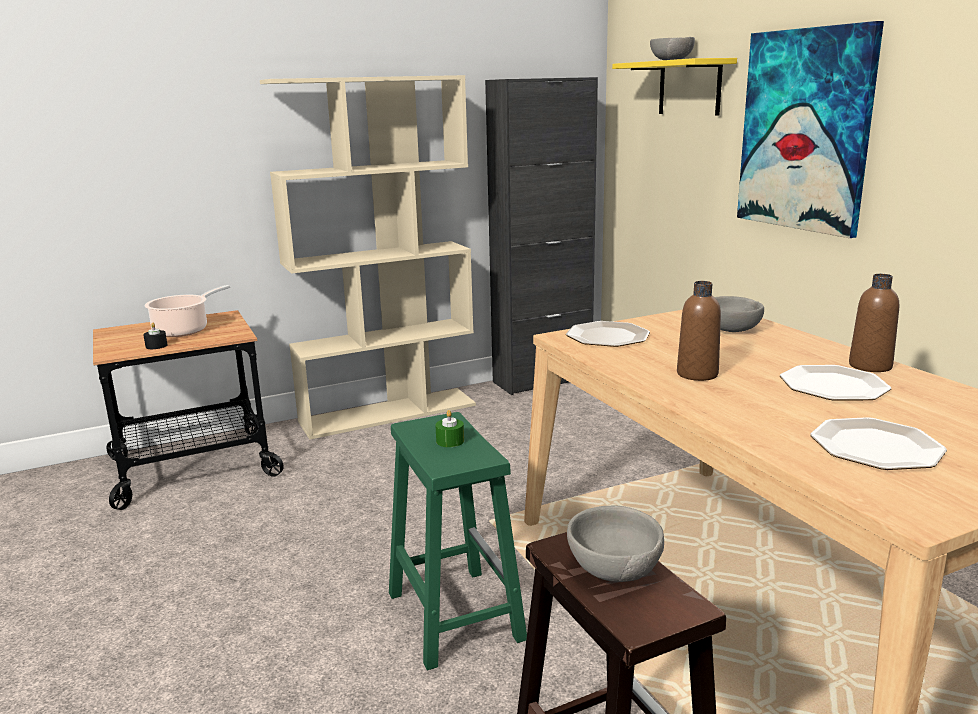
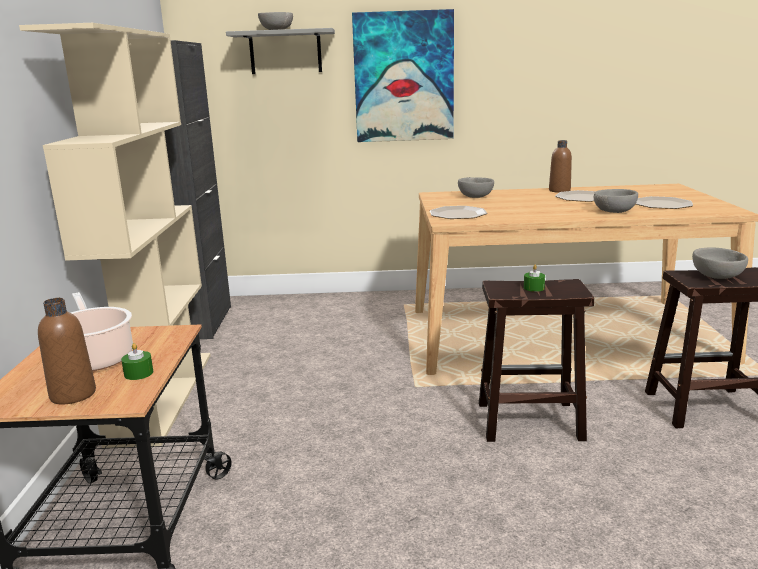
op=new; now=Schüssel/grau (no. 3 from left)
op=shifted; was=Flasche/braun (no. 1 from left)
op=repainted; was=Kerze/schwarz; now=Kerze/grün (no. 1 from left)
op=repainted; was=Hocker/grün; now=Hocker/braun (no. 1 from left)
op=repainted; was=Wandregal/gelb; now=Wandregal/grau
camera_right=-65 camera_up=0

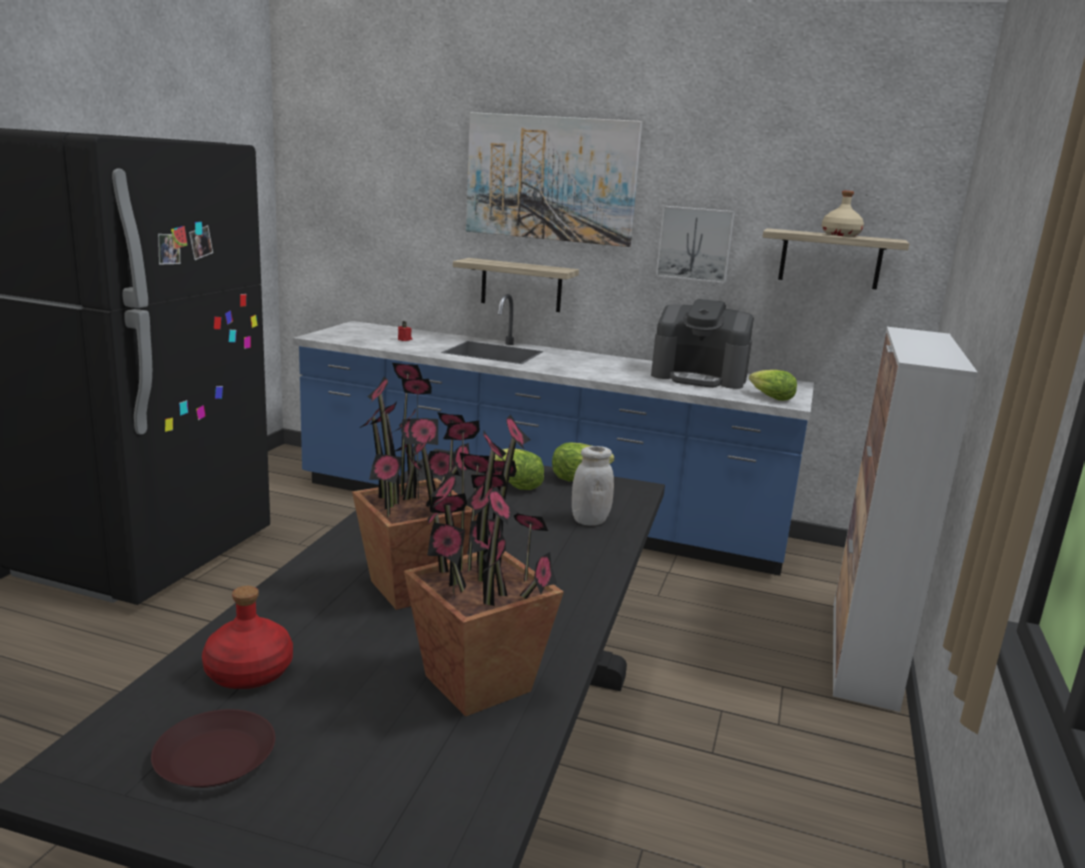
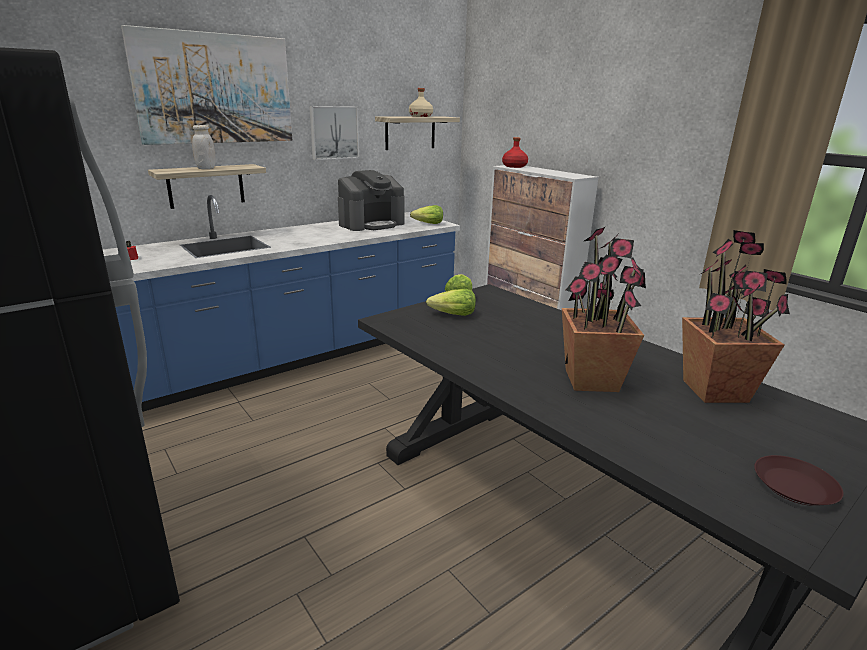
op=shifted; was=Flasche/rot
op=shifted; was=Vorratsglas/weiß
camera_right=-55 camera_up=5

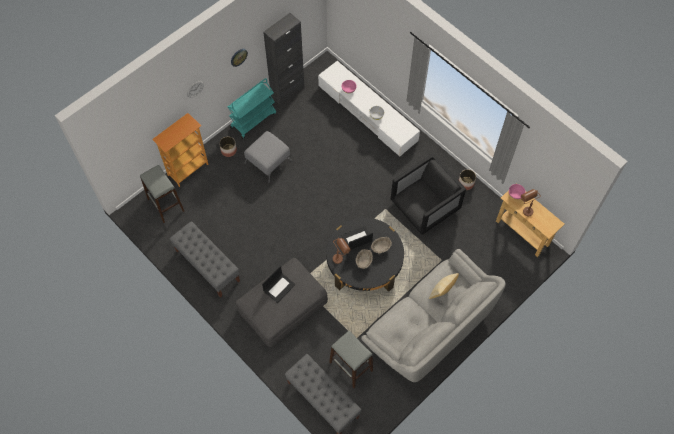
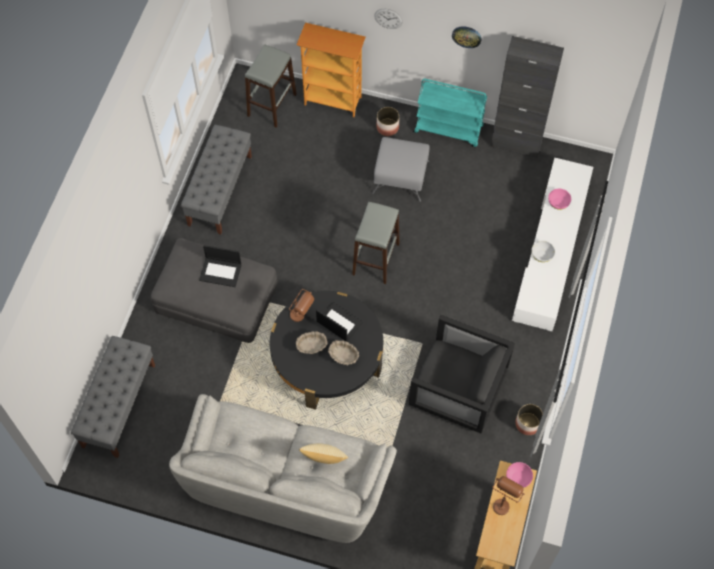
op=shifted; was=Hocker/grau (no. 2 from left)
camera_right=60 camera_up=0

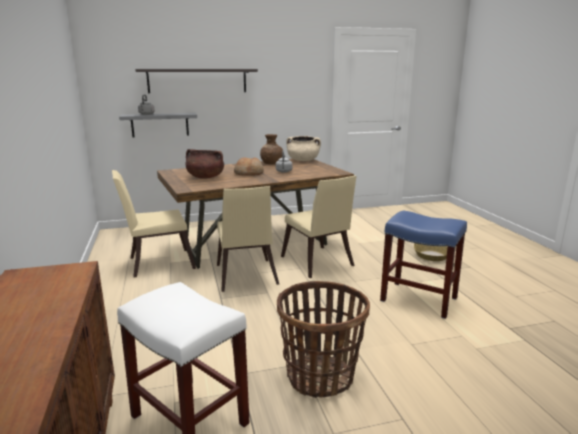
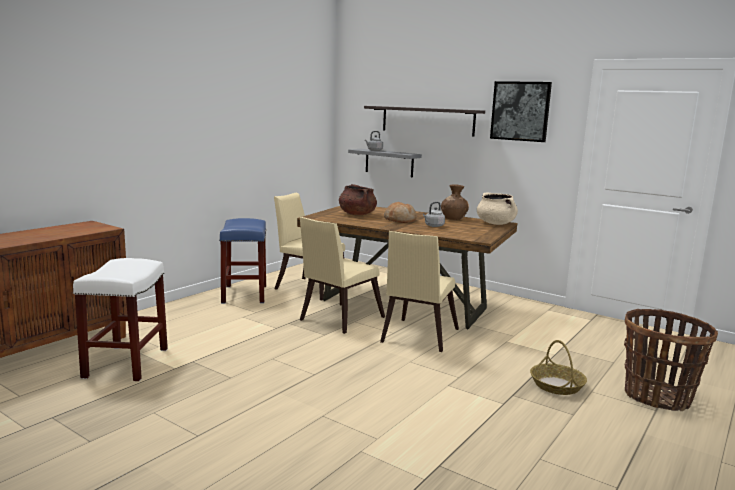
op=new; now=Bild
op=shifted; was=Korb (no. 1 from left in the first image); now=Korb (no. 2 from left)
op=shifted; was=Hocker/blau
camera_right=50 camera_up=-5

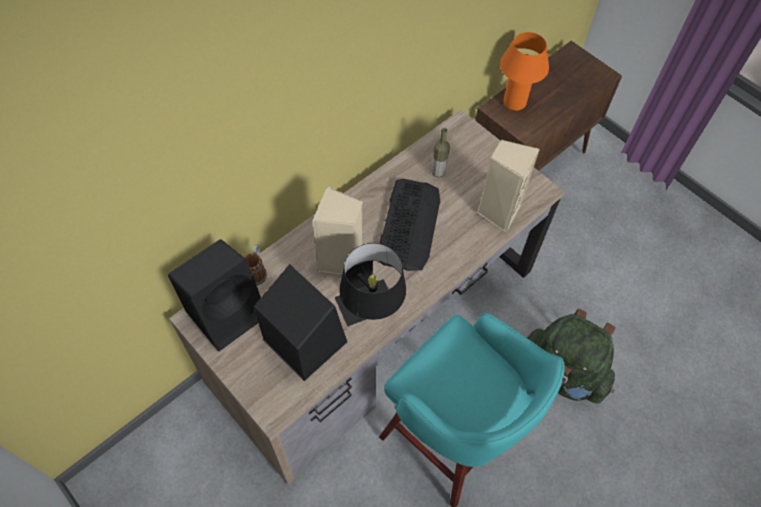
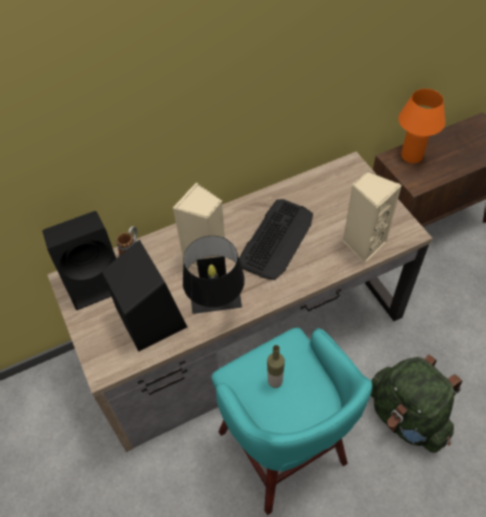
op=shifted; was=Flasche
camera_right=20 camera_up=-5

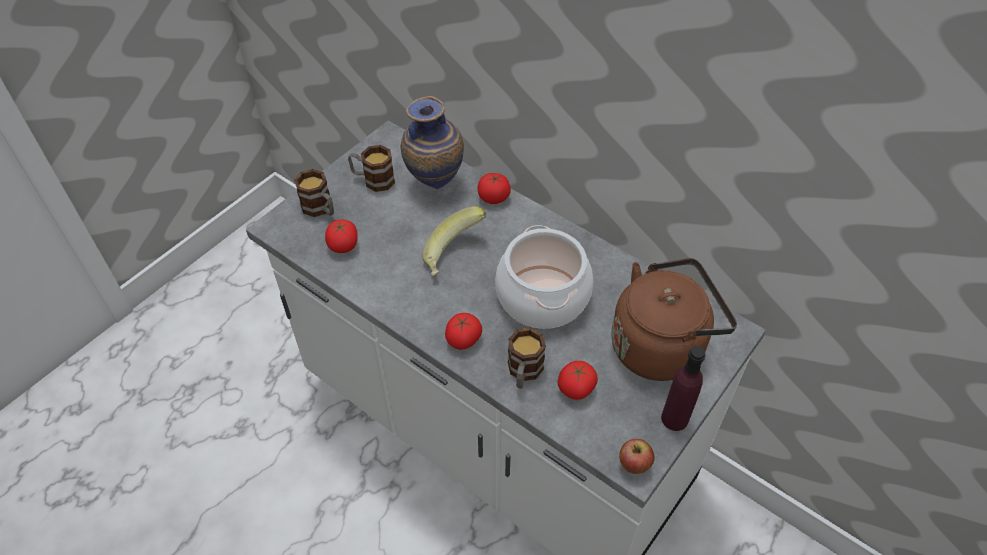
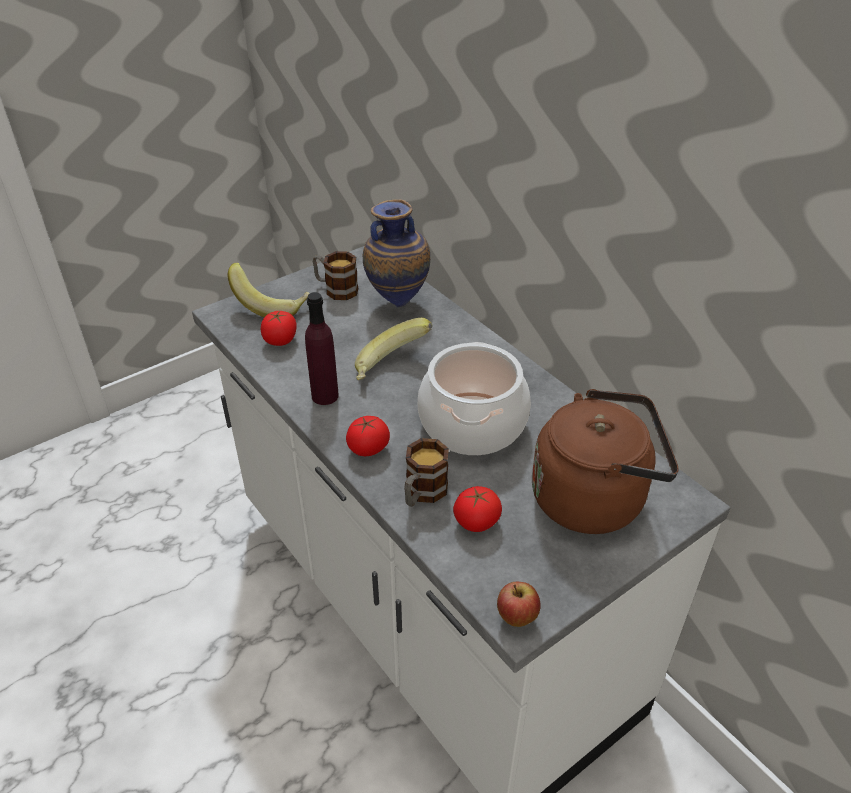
op=gone; was=Tomate (no. 3 from left)
op=shifted; was=Flasche/lila
op=swapped; was=Henkelbecher (no. 1 from left); now=Banane (no. 1 from left)
camera_right=15 camera_up=-10

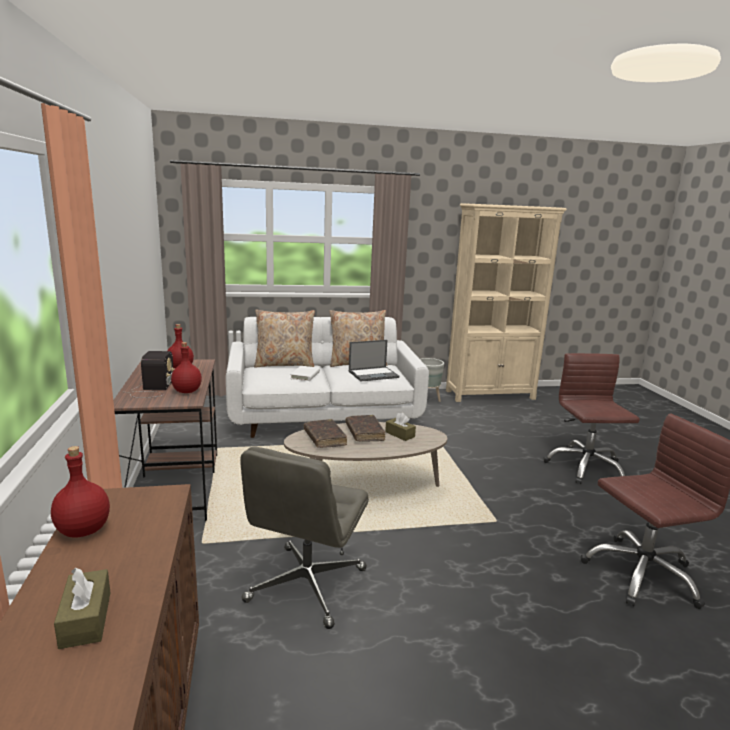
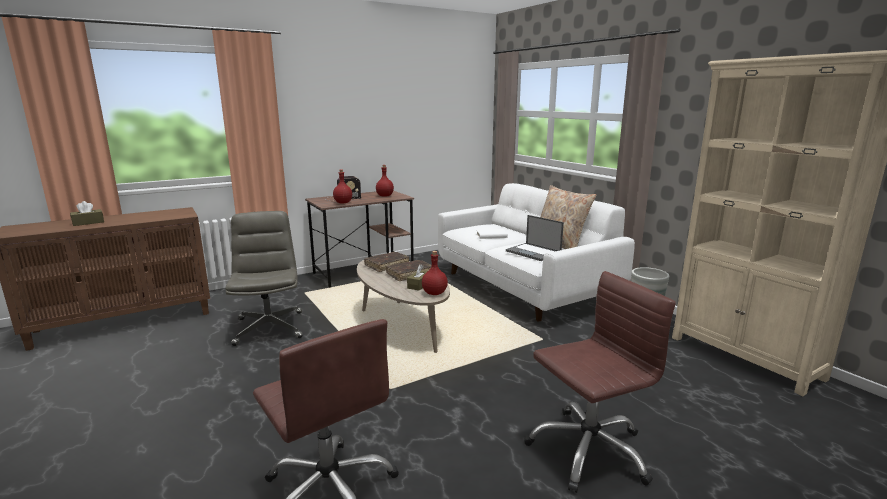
op=gone; was=Kissen/beige (no. 1 from left)
op=shifted; was=Flasche/rot (no. 1 from left in the first image); now=Flasche/rot (no. 3 from left)
op=rotated; was=Bürostuhl/grau; clockwise=75
camera_right=70 camera_up=0

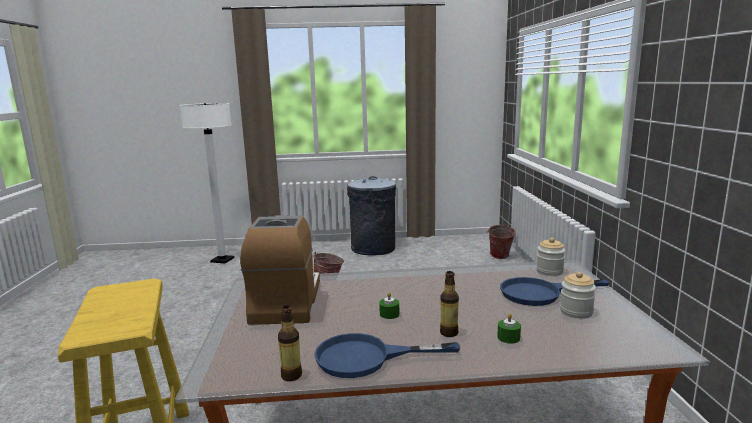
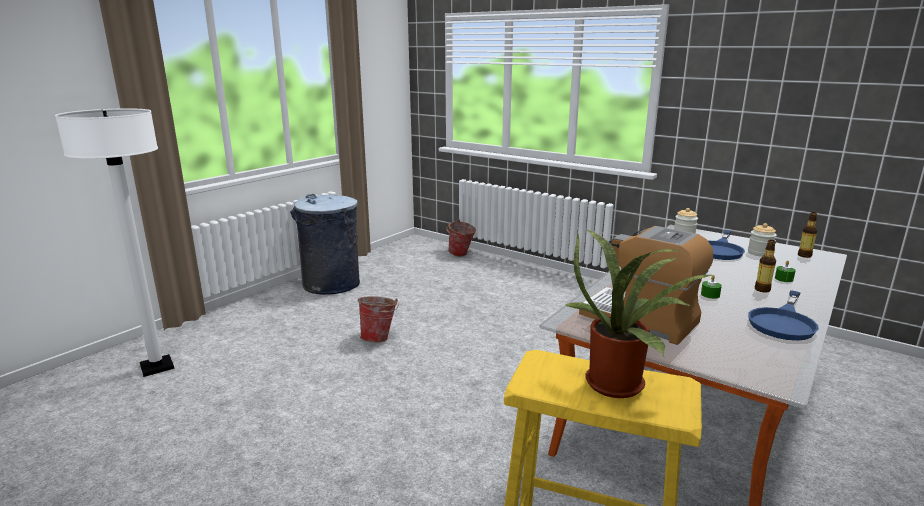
op=new; now=Topfpflanze
op=shifted; was=Flasche (no. 1 from left in the first image); now=Flasche (no. 2 from left)
camera_right=-50 camera_up=5

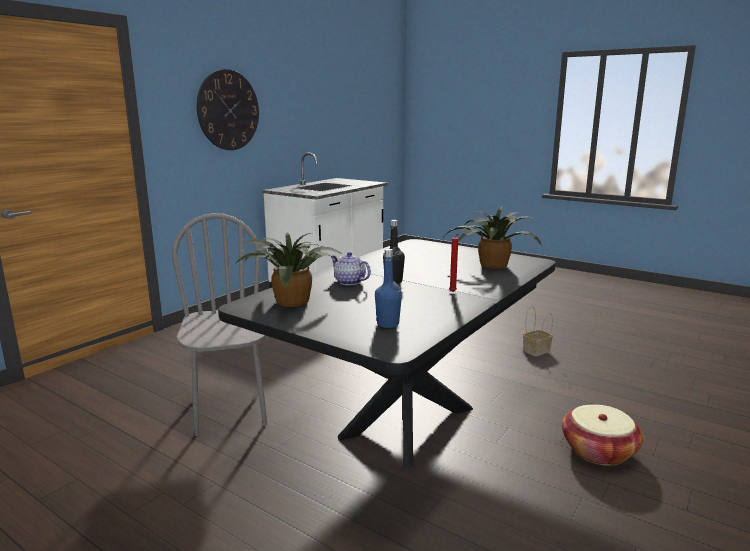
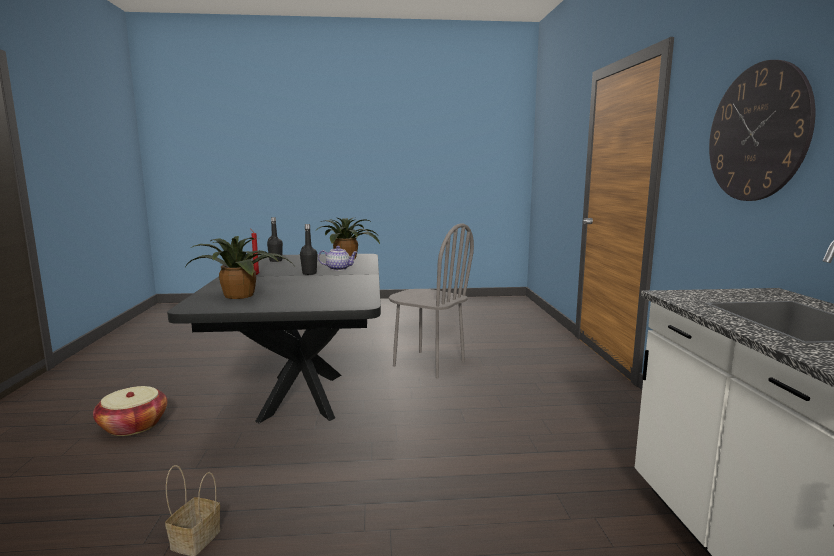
op=repainted; was=Flasche/blau; now=Flasche/schwarz (no. 1 from left)
camera_right=140 camera_up=-5

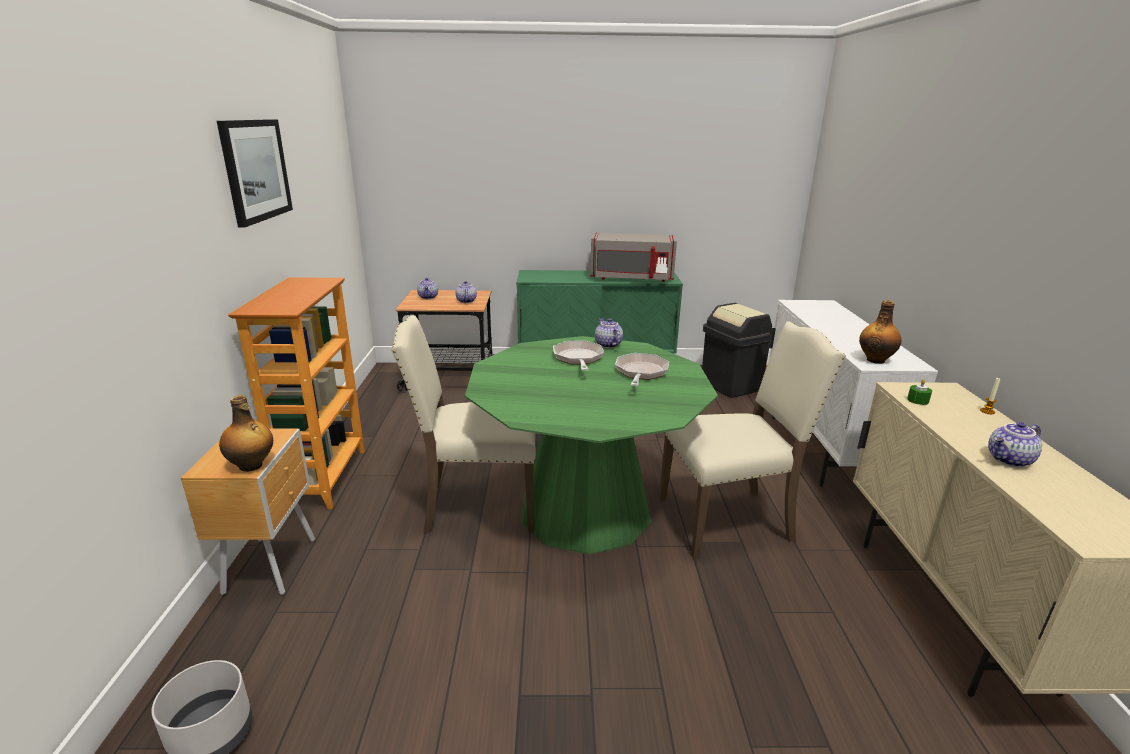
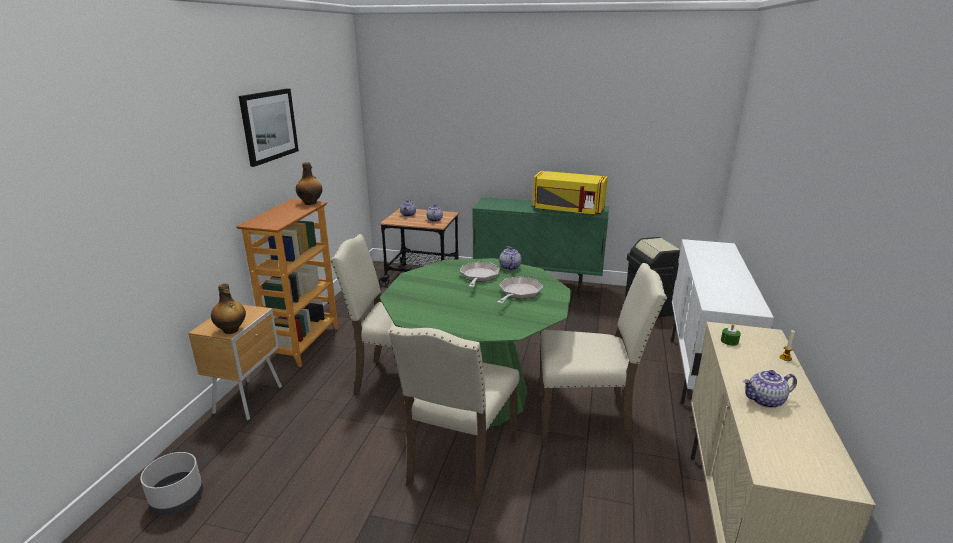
op=new; now=Stuhl/beige (no. 2 from left)
op=shifted; was=Flasche (no. 2 from left)
op=repainted; was=Mikrowelle/grau; now=Mikrowelle/gelb
camera_right=15 camera_up=0

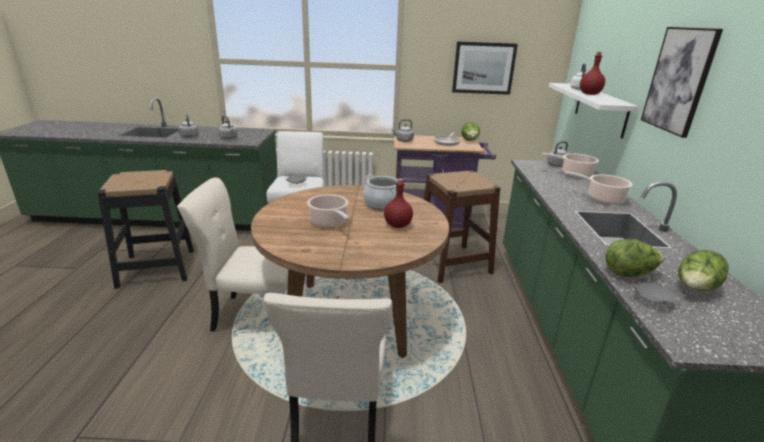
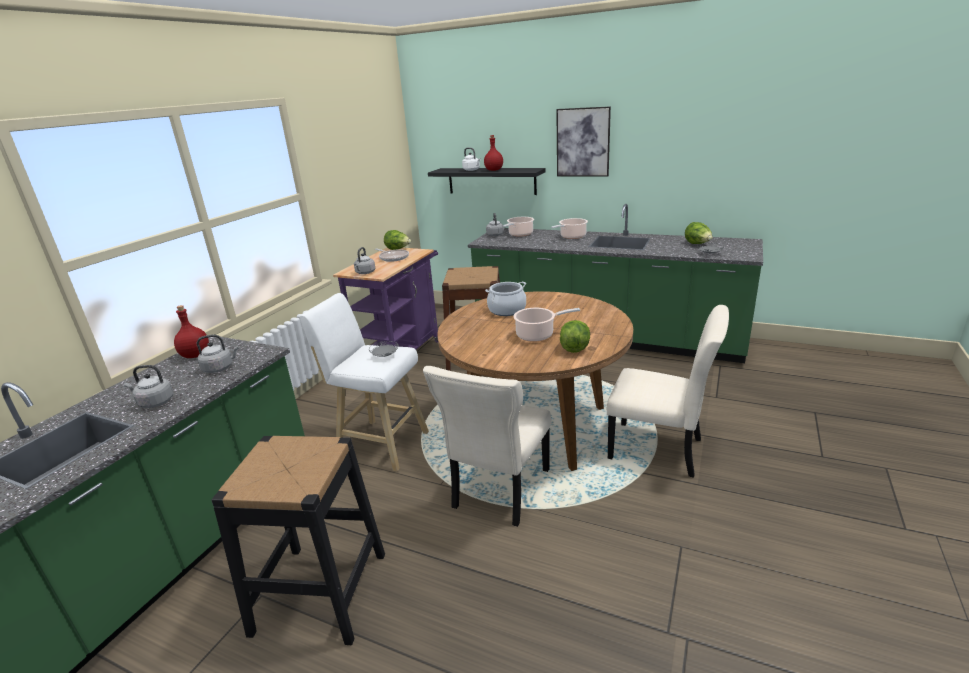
op=gone; was=Bild (no. 1 from left)
op=shifted; was=Flasche/rot (no. 1 from left)
op=shifted; was=Salatkopf (no. 2 from left)
op=repainted; was=Wandregal/weiß; now=Wandregal/schwarz
camera_right=-65 camera_up=0

